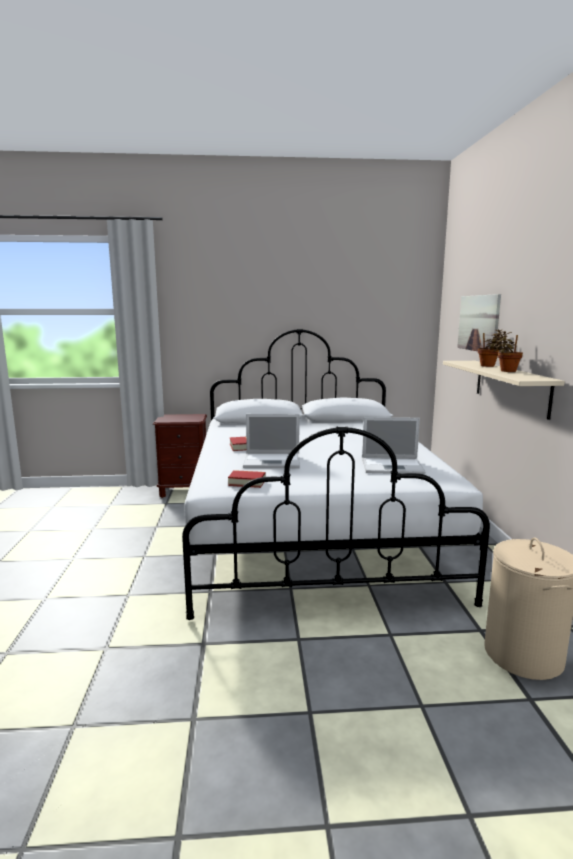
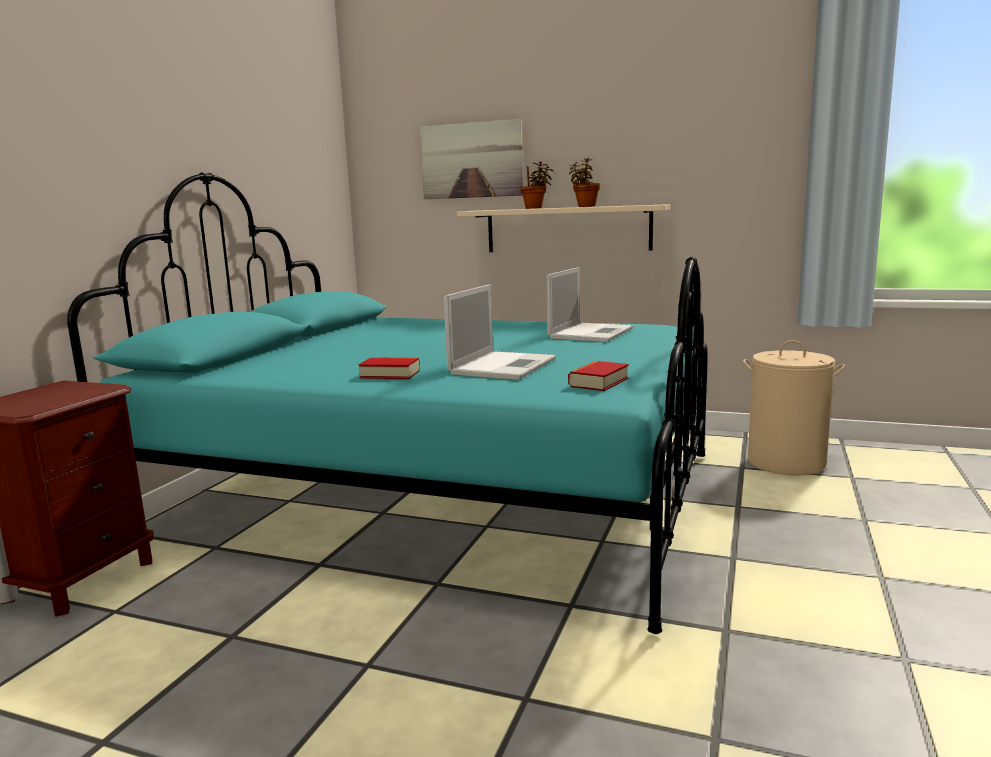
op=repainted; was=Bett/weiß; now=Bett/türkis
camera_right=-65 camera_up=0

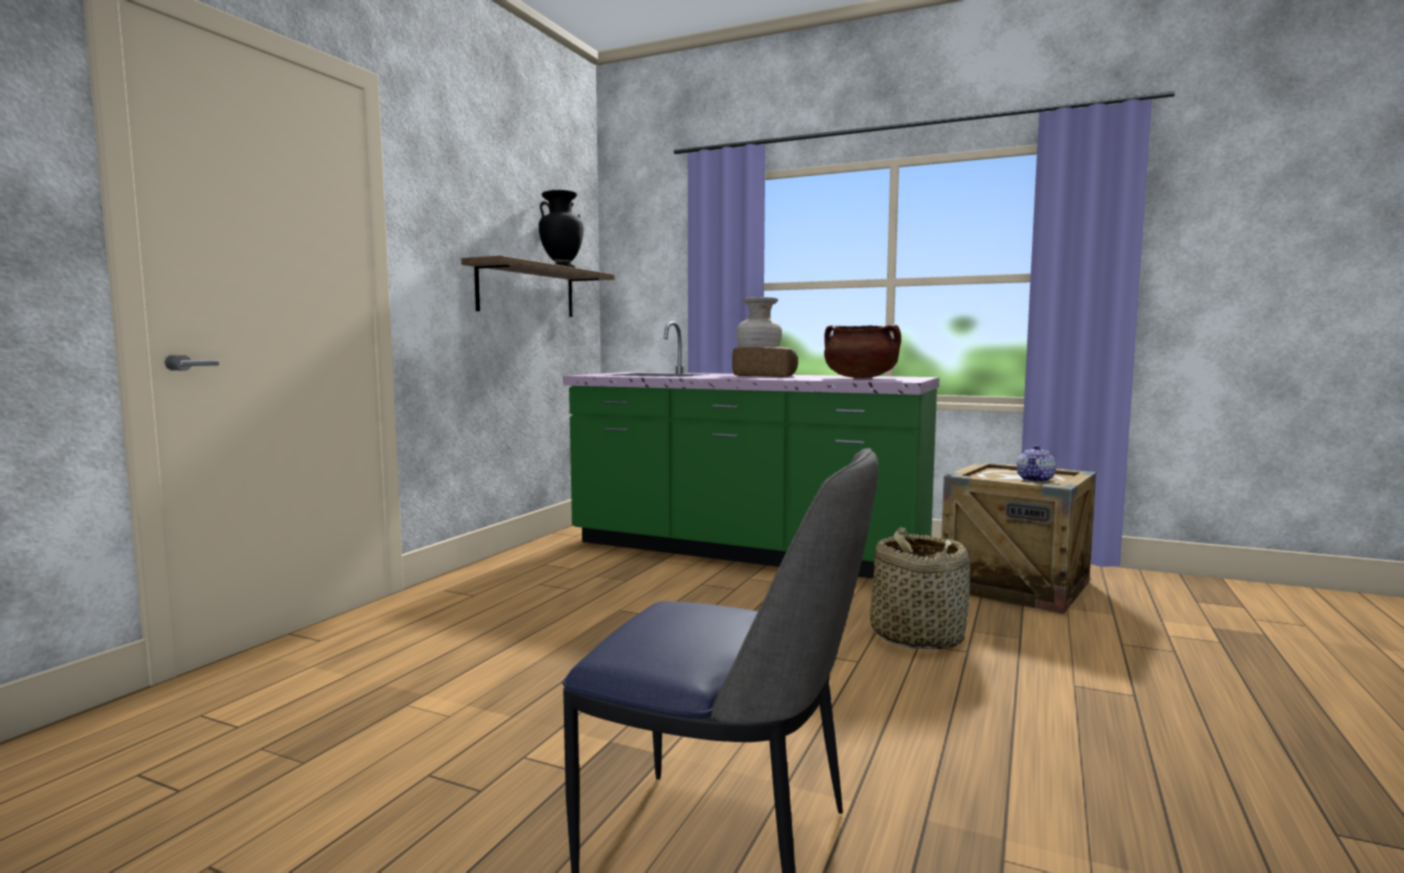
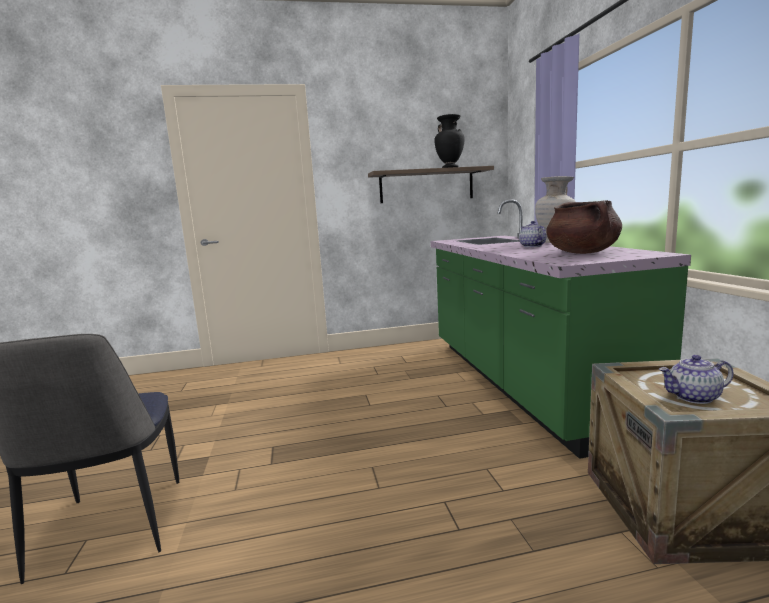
op=gone; was=Korb
op=swapped; was=Brot; now=Teekanne (no. 1 from left)
camera_right=55 camera_up=5

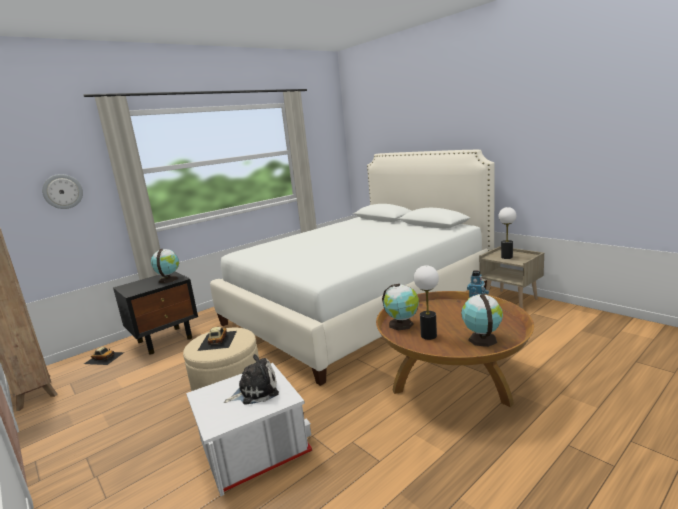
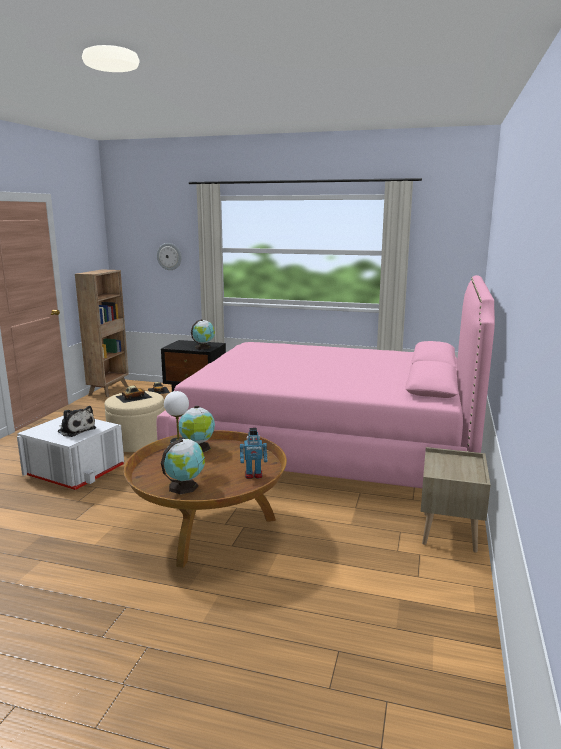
op=gone; was=Tischlampe (no. 2 from left)
op=repainted; was=Bett/weiß; now=Bett/rosa
camera_right=55 camera_up=0

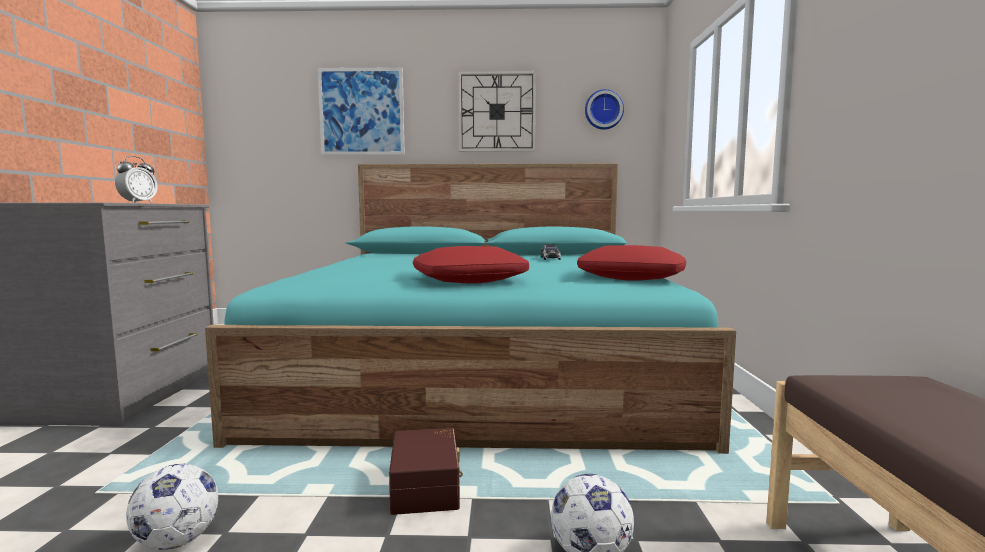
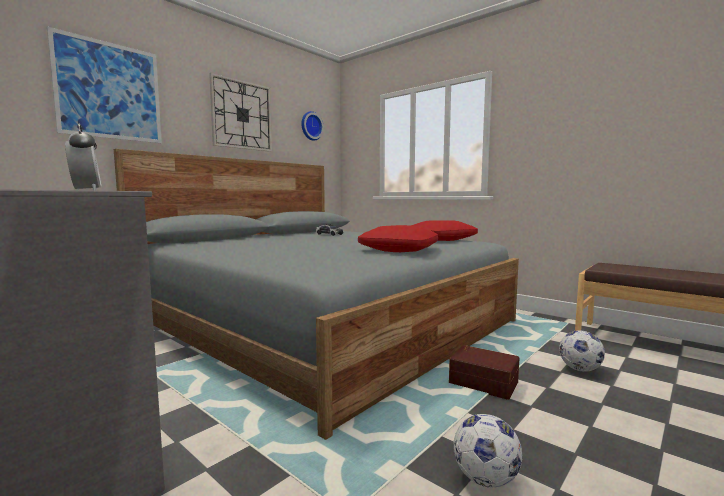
op=repainted; was=Bett/türkis; now=Bett/grau
camera_right=-50 camera_up=0

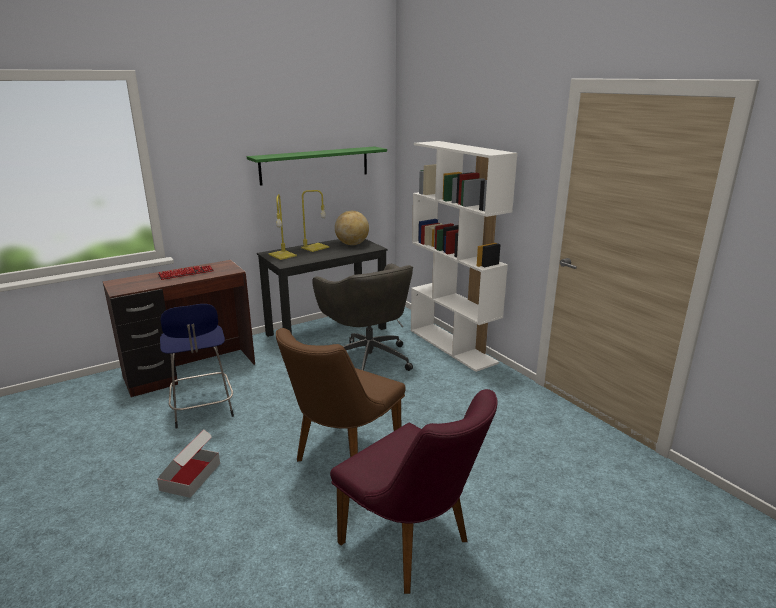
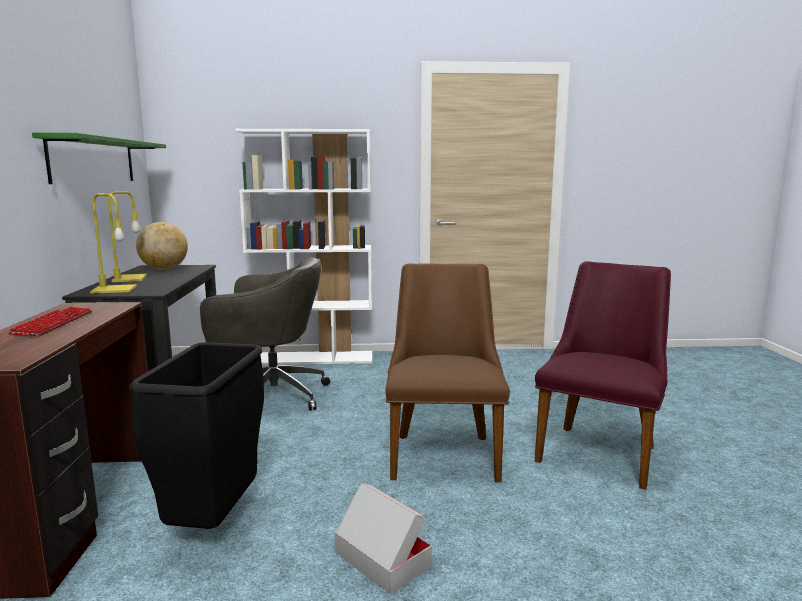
op=swapped; was=Hocker/blau; now=Mülleimer/schwarz
op=rotated; was=Stuhl/braun; clockwise=-150
op=rotated; was=Stuhl/lila; clockwise=-45
camera_right=-60 camera_up=-10

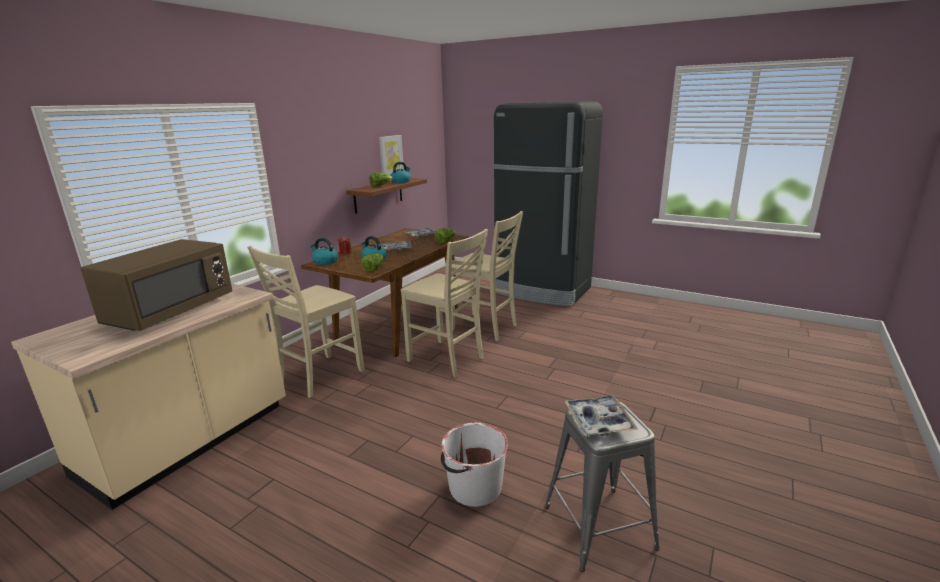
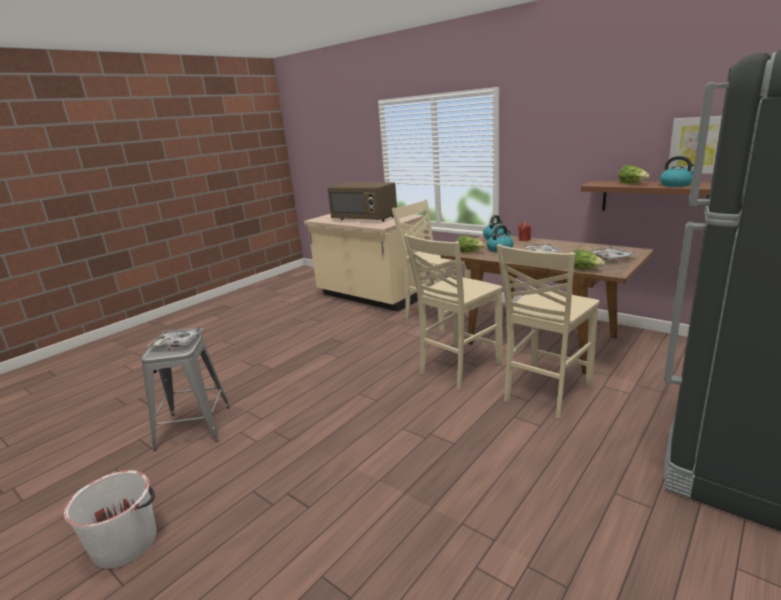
op=shifted; was=Eimer/weiß
camera_right=100 camera_up=0

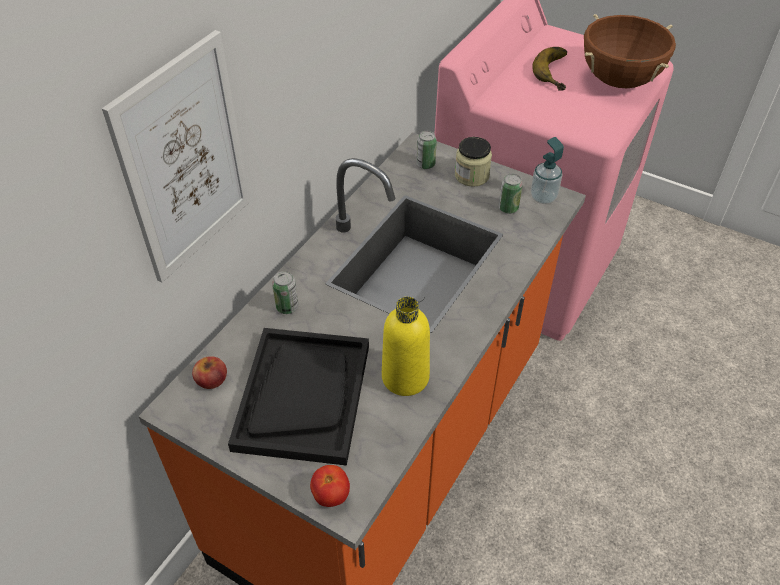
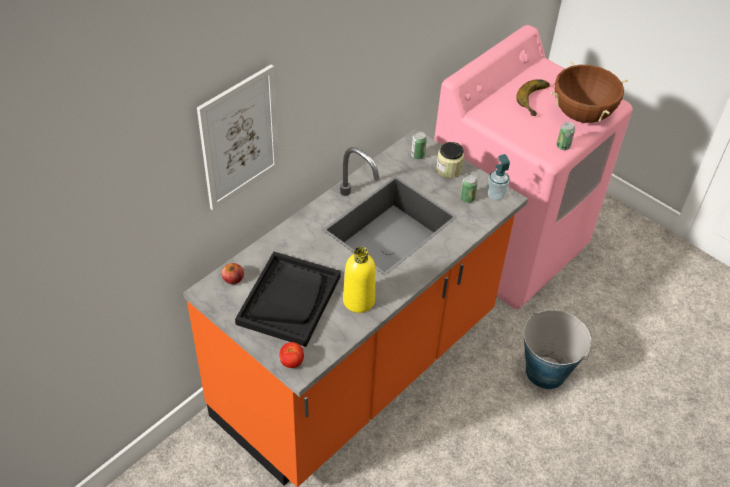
op=new; now=Eimer
op=shifted; was=Dose (no. 1 from left in the first image); now=Dose (no. 3 from left)
camera_right=10 camera_up=0

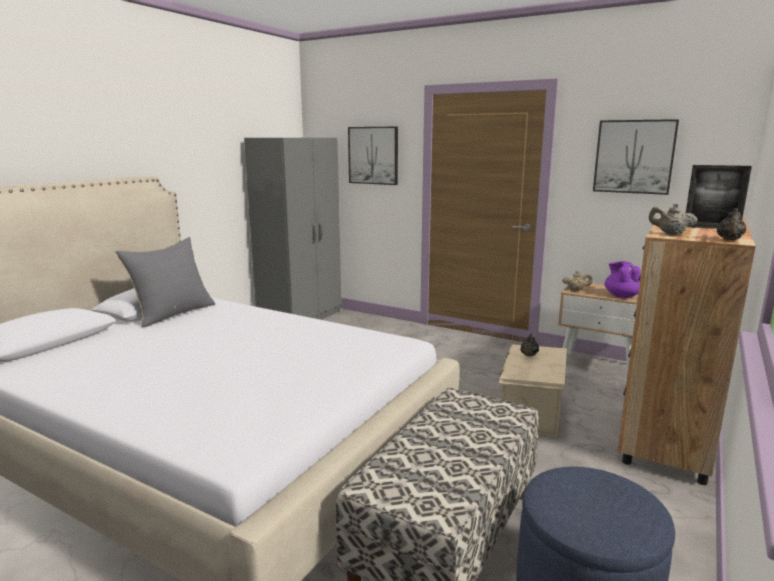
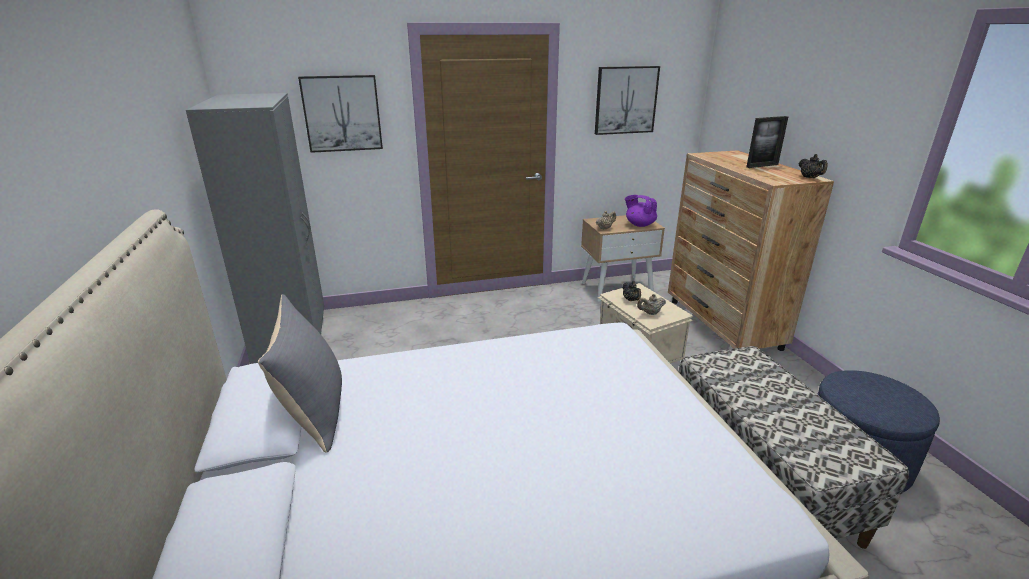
op=shifted; was=Teekanne/beige (no. 2 from left)
camera_right=-45 camera_up=10

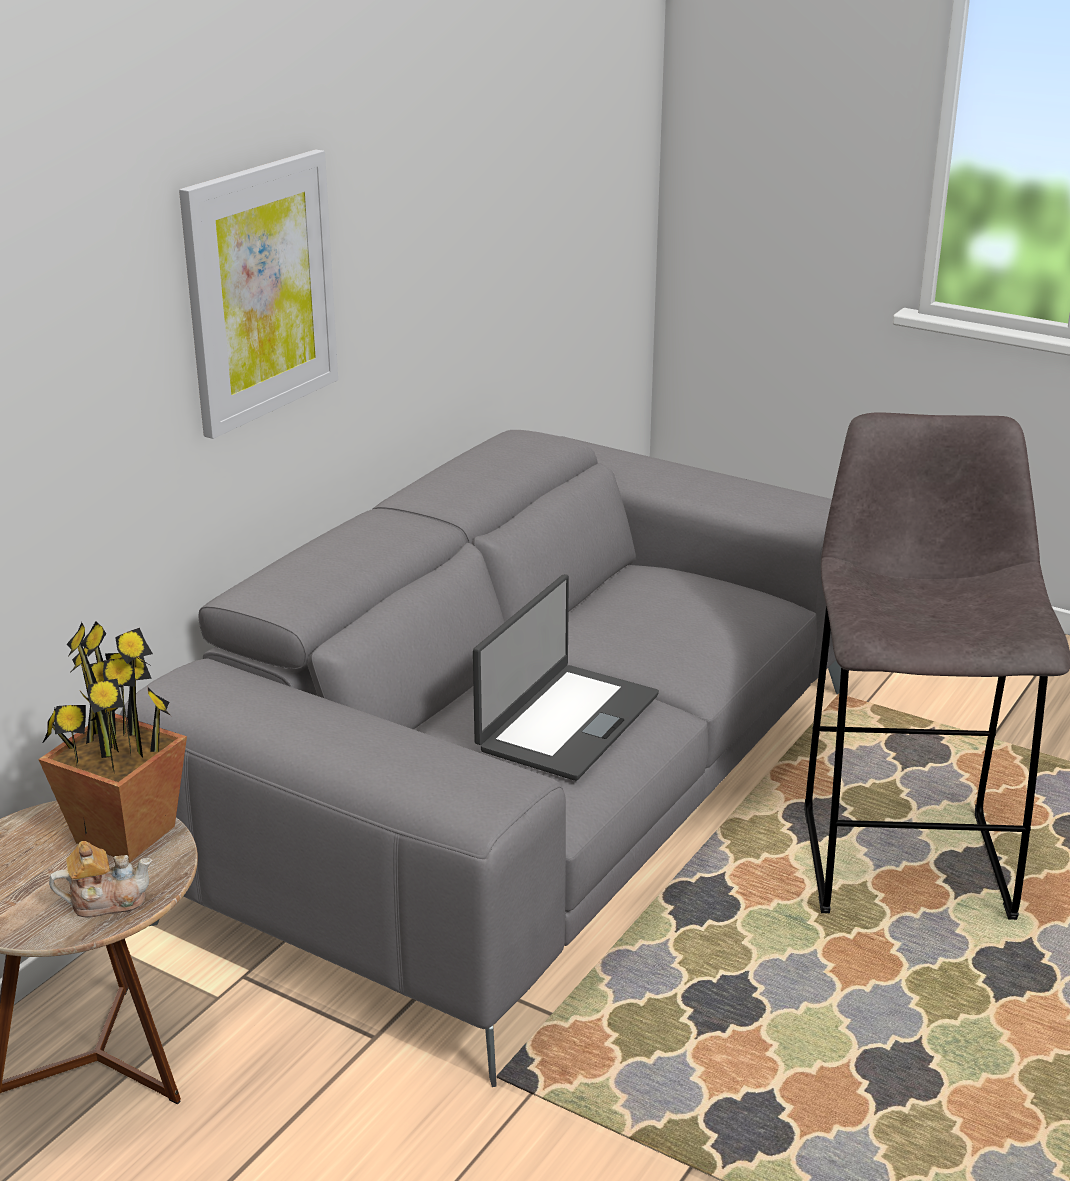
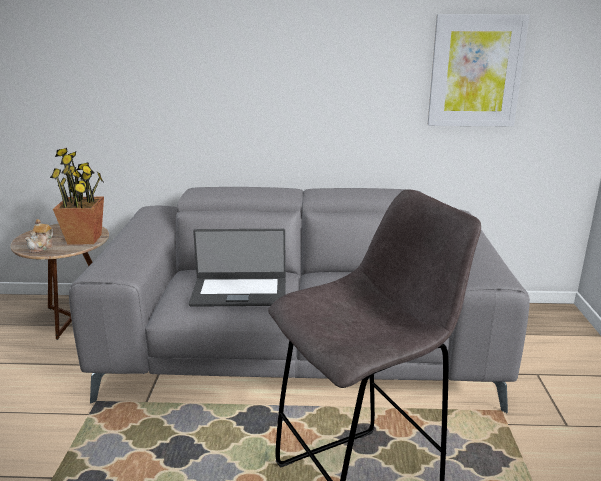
op=shifted; was=Bild
op=rotated; was=Teekanne; clockwise=60
camera_right=60 camera_up=-5

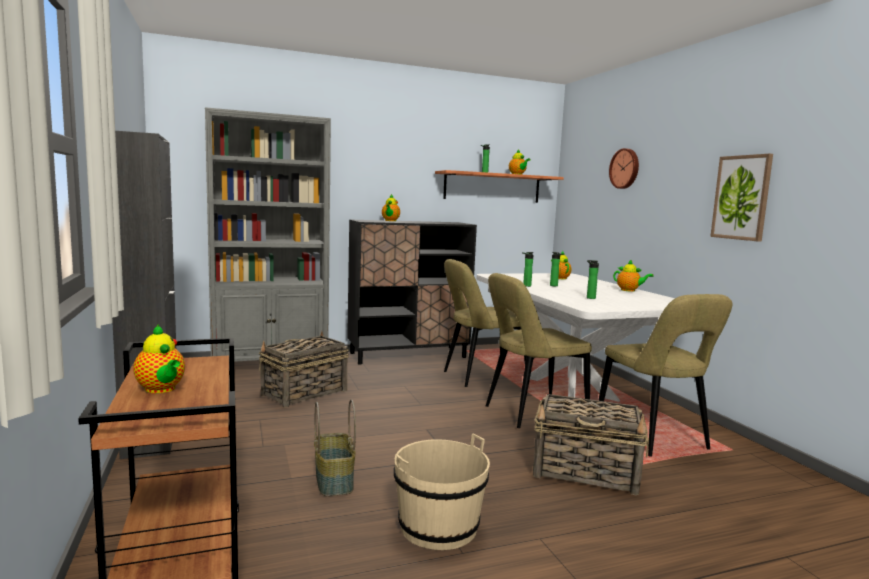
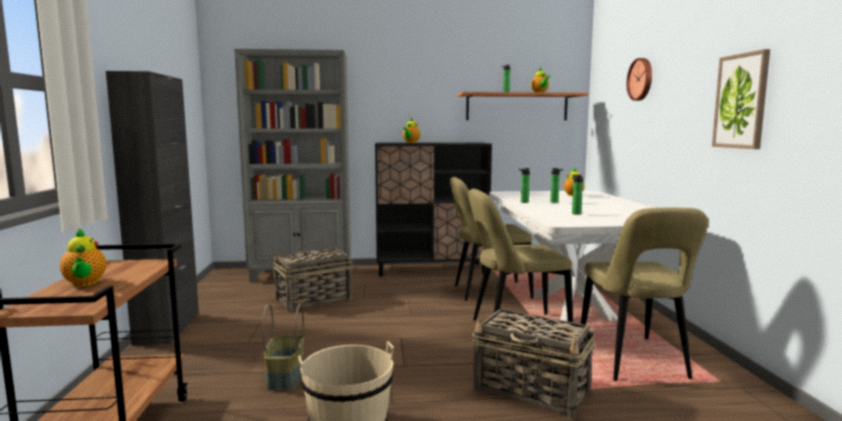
op=gone; was=Teekanne (no. 5 from left)
camera_right=15 camera_up=0

